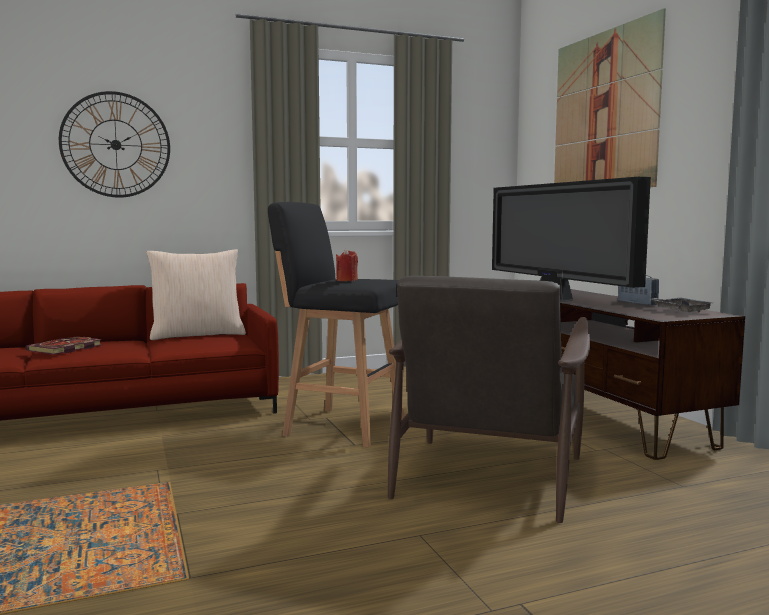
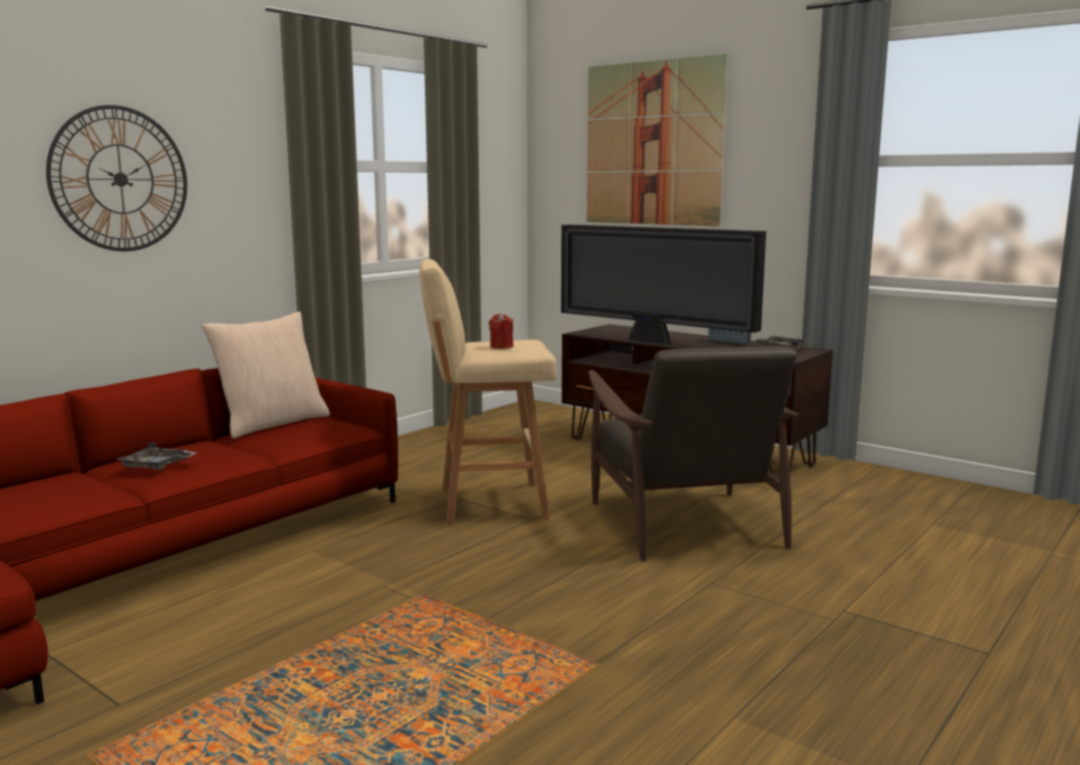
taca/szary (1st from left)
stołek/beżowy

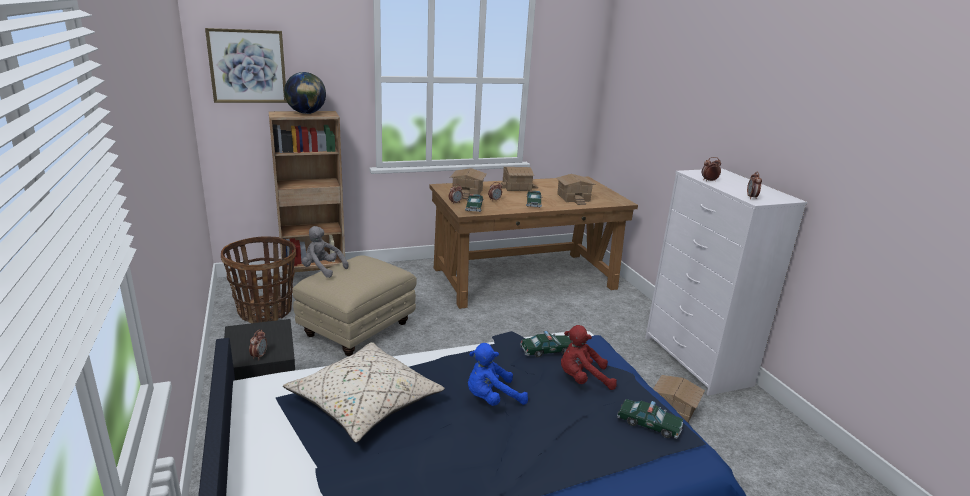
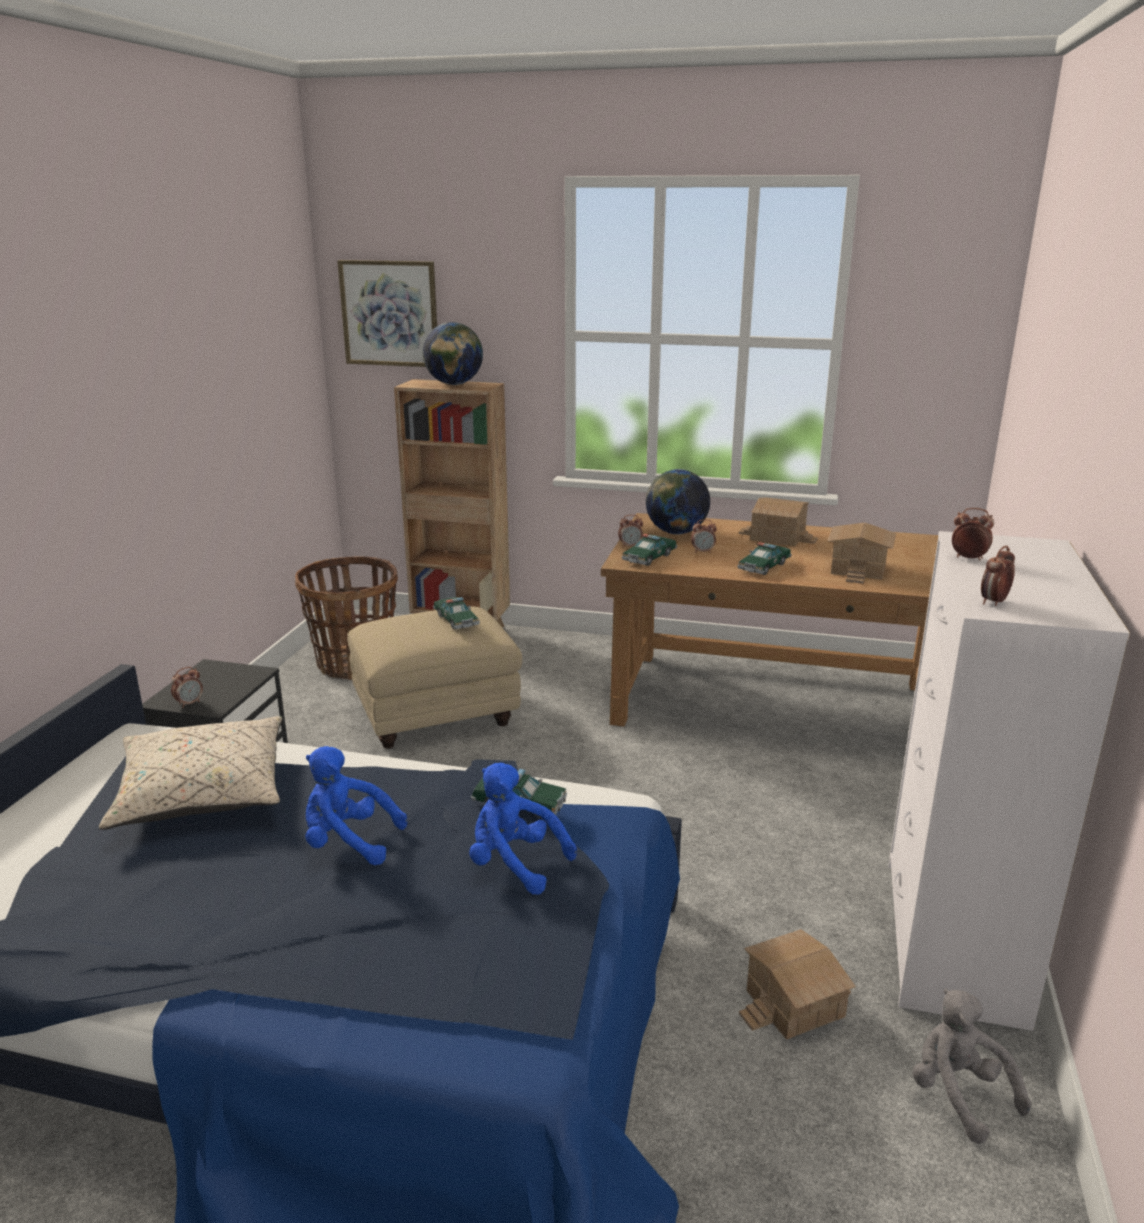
pluszak/szary
globus (2nd from left)
pluszak/niebieski (2nd from left)
samochodzik (1st from left)

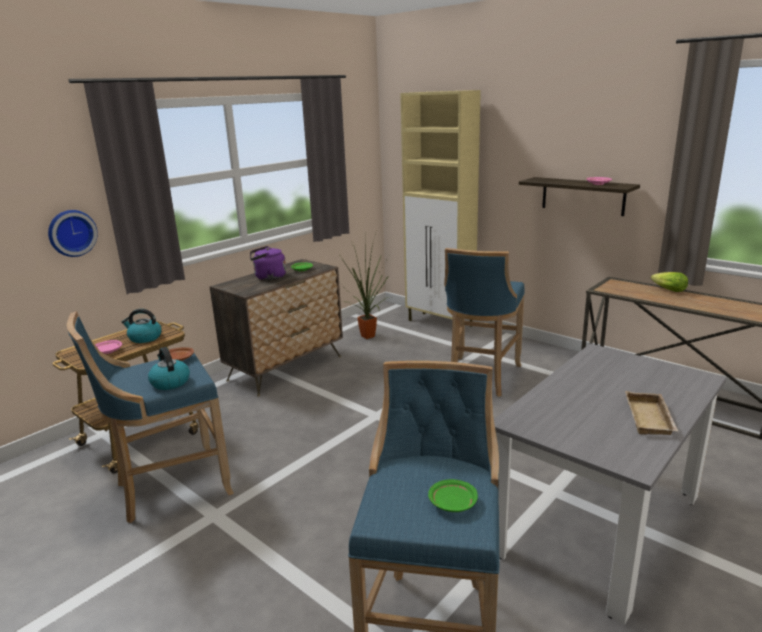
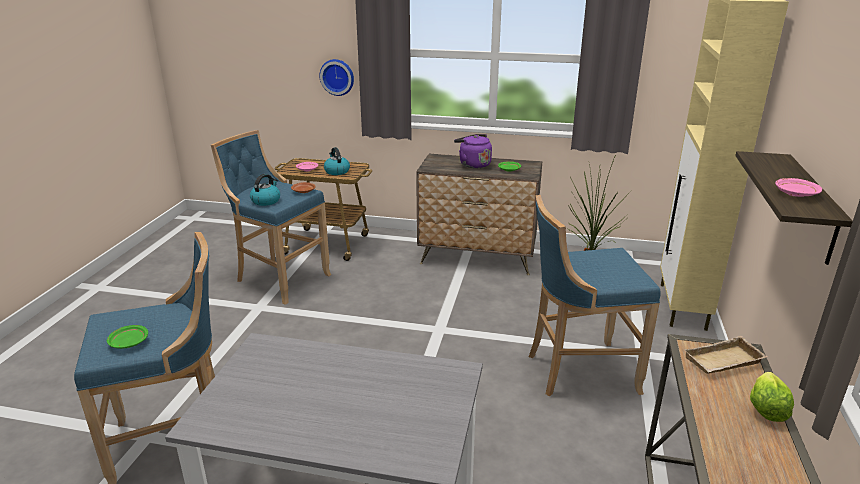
taca/beżowy

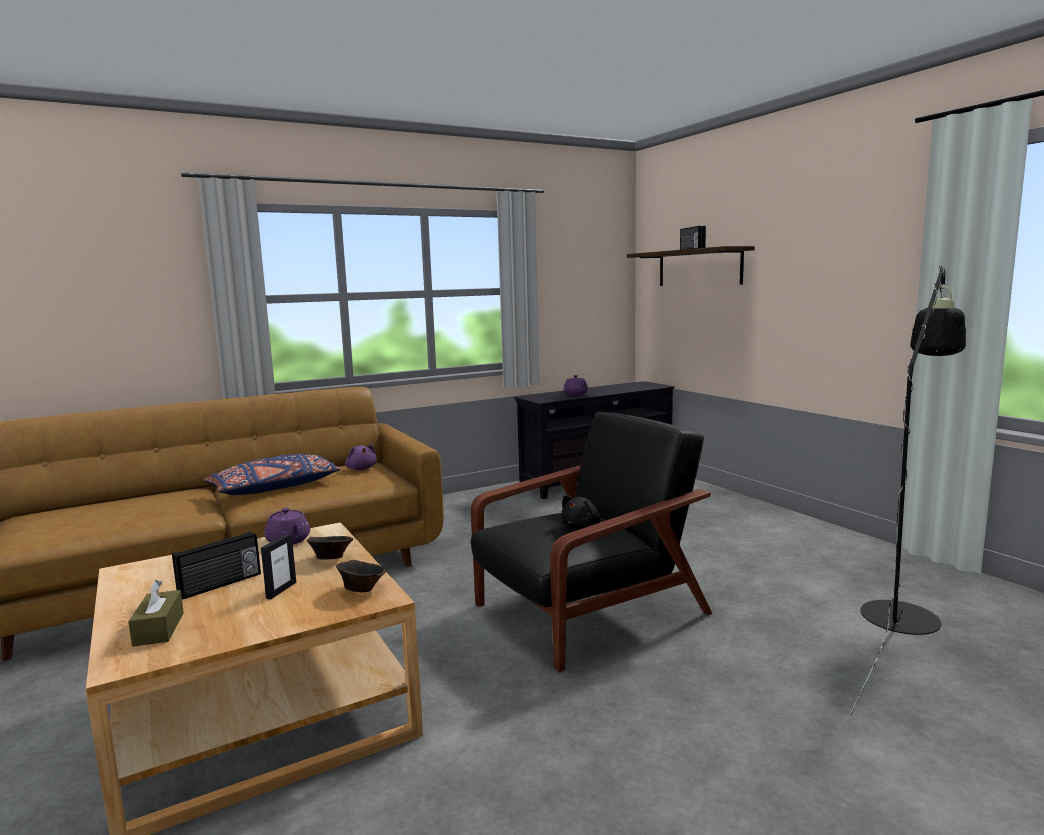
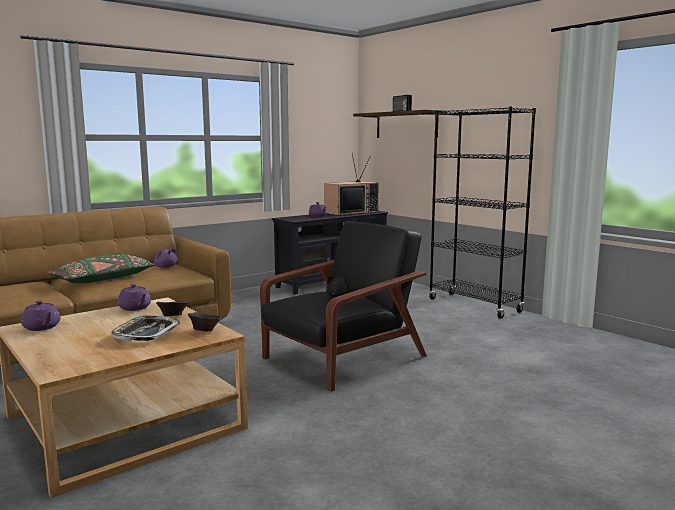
pudełko chusteczek/brązowy
radio (1st from left in the first image)
poduszka/zielony
taca
lampa stojąca/czarny
imbryk/fioletowy (1st from left)
telewizor
regał/czarny

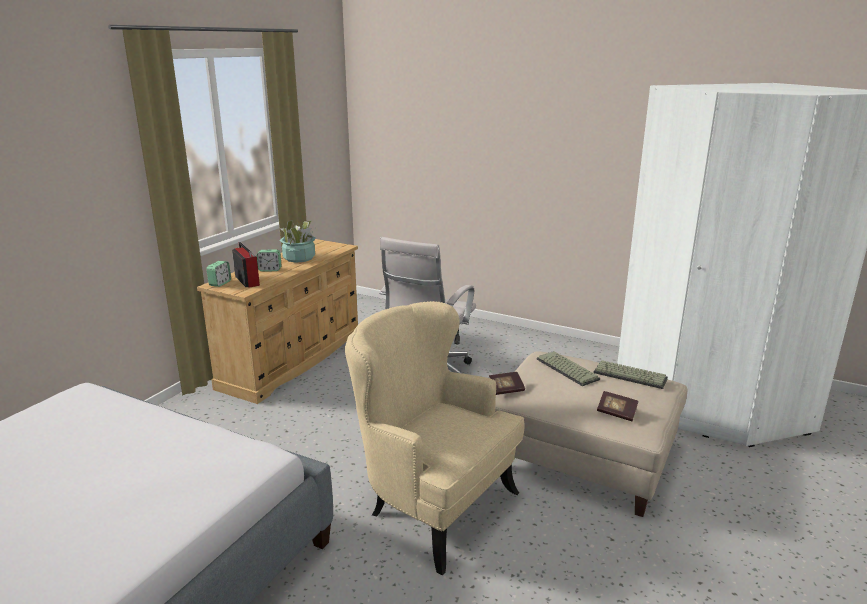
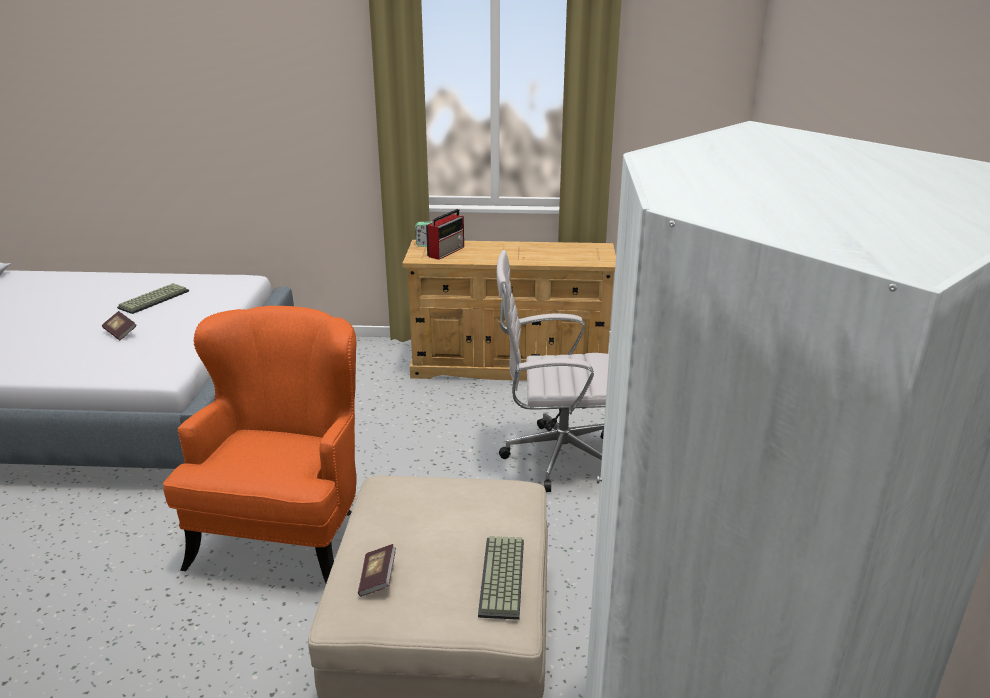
budzik (2nd from left in the first image)
roślina doniczkowa
fotel/pomarańczowy
książka (1st from left)
klawiatura (1st from left)

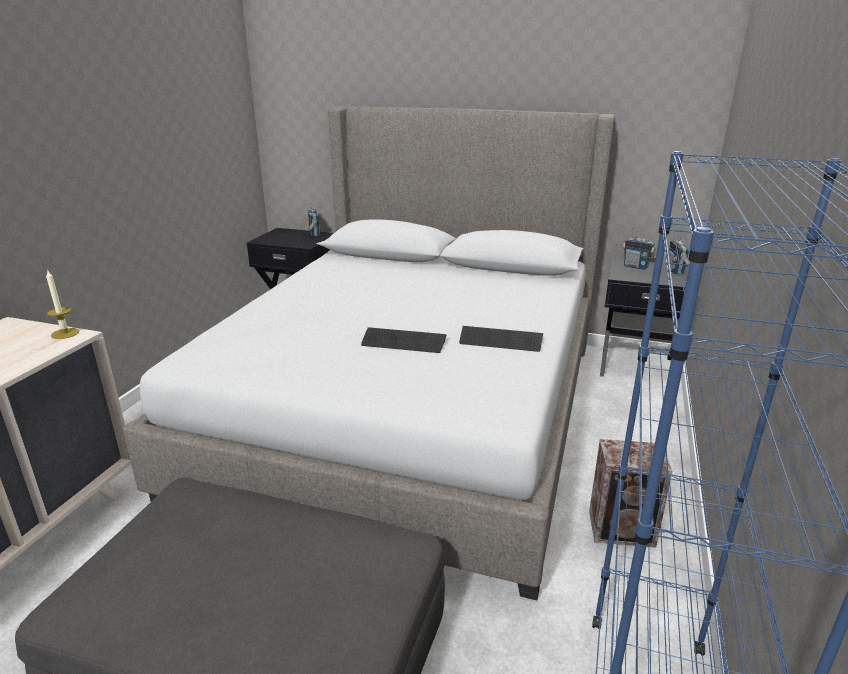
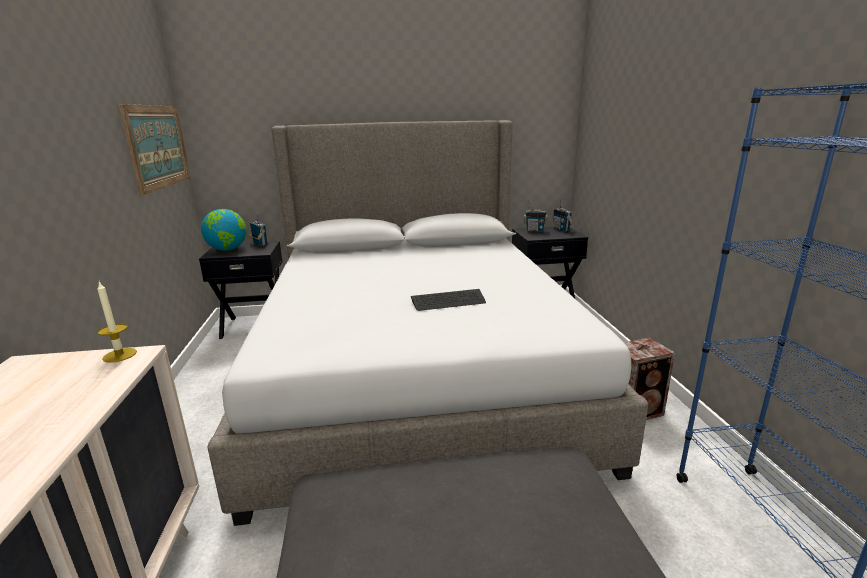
klawiatura (2nd from left in the first image)
obraz
globus

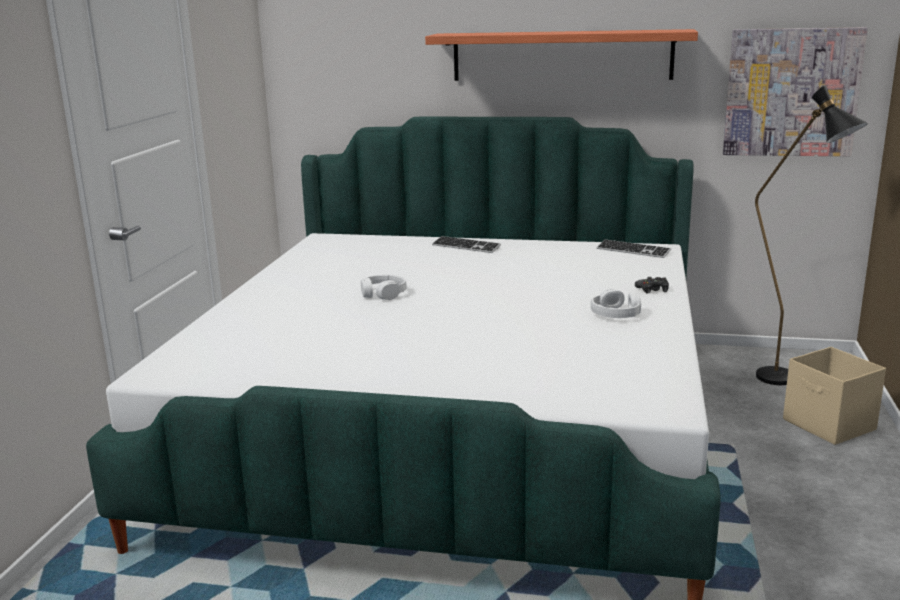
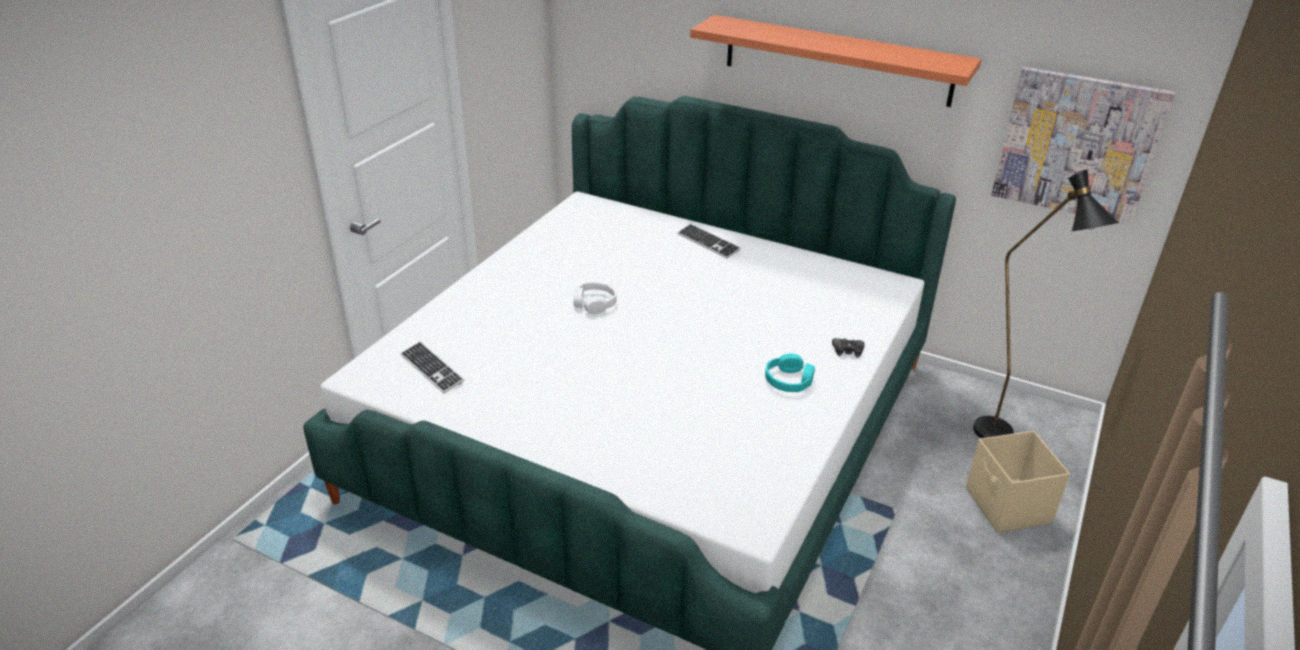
słuchawki/turkusowy
klawiatura (1st from left)

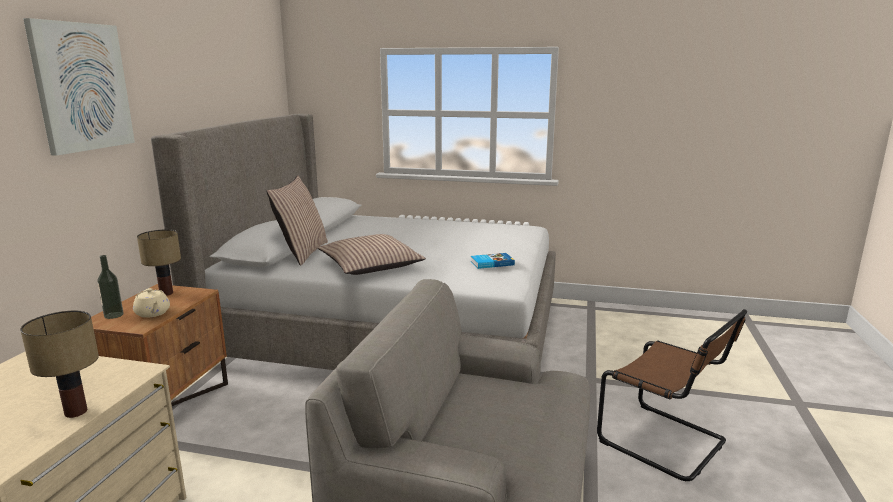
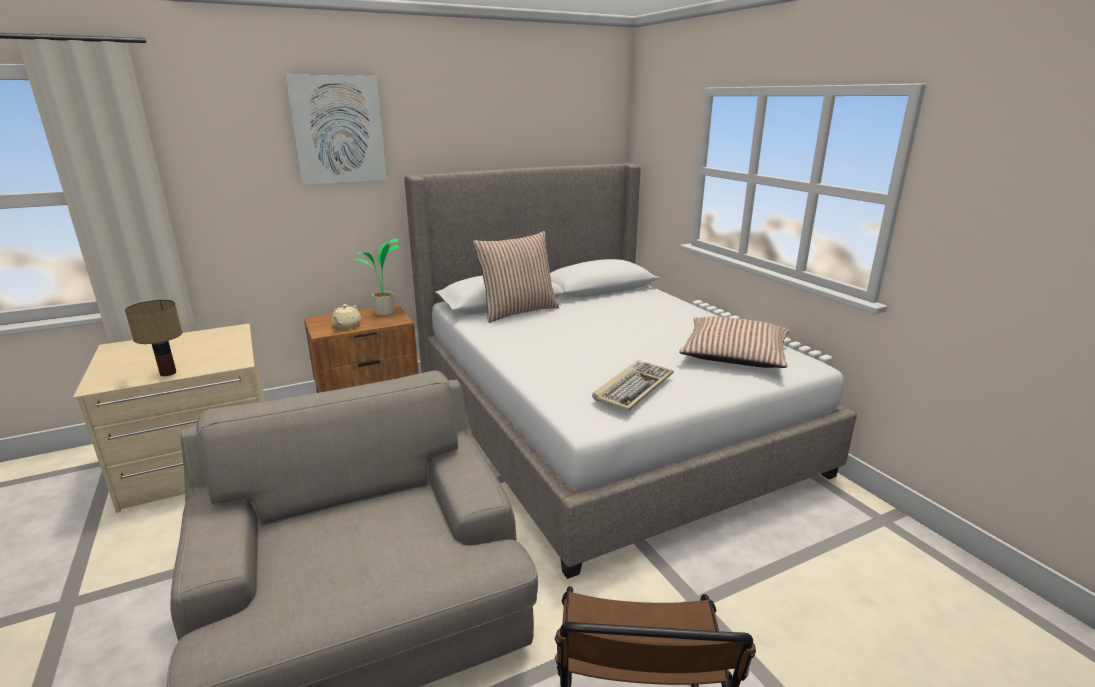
butelka
roślina doniczkowa
poduszka (2nd from left)
klawiatura

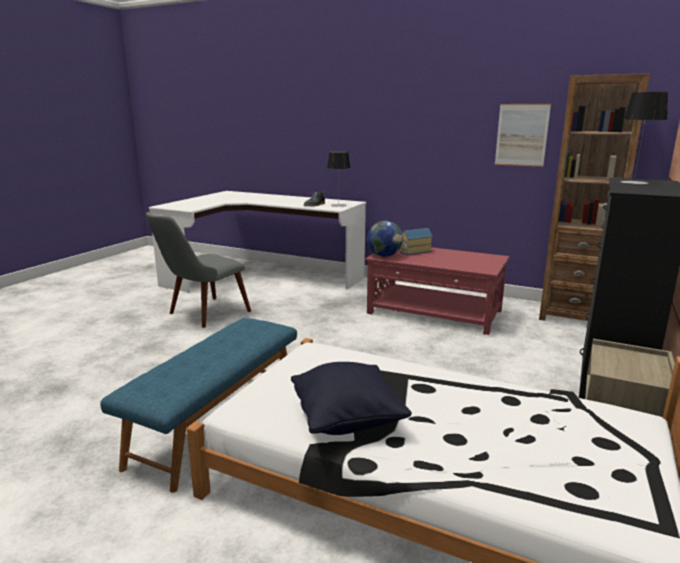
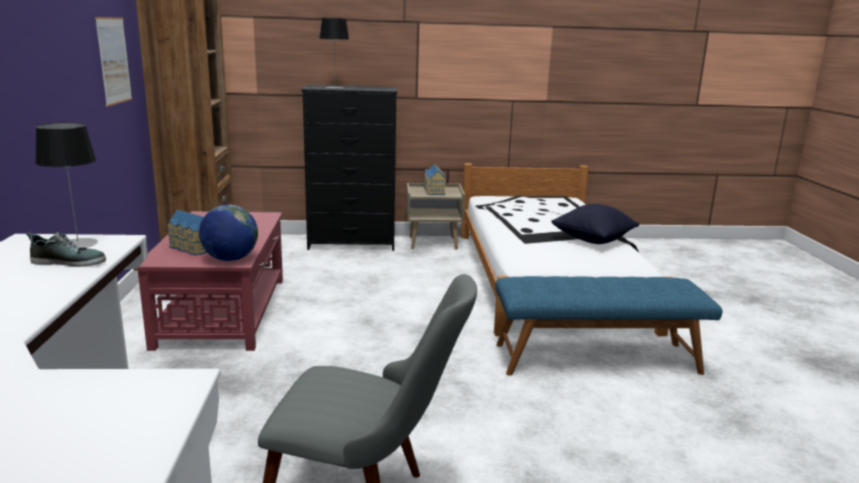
domek (2nd from left)

